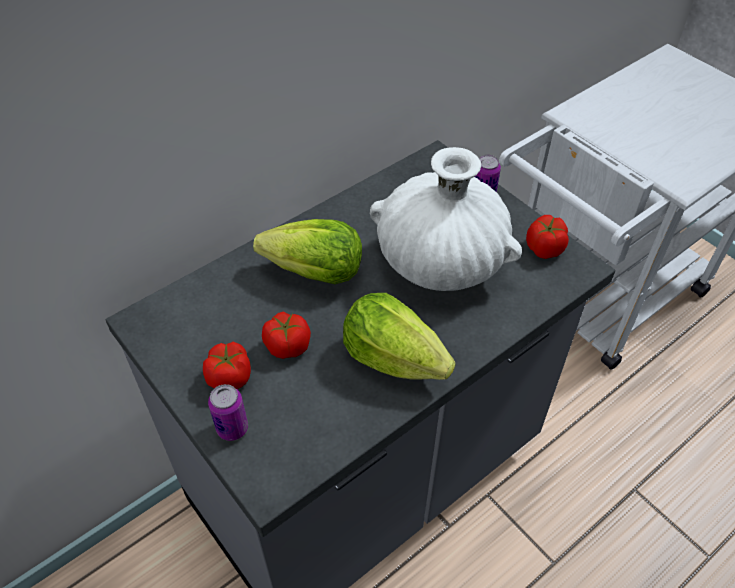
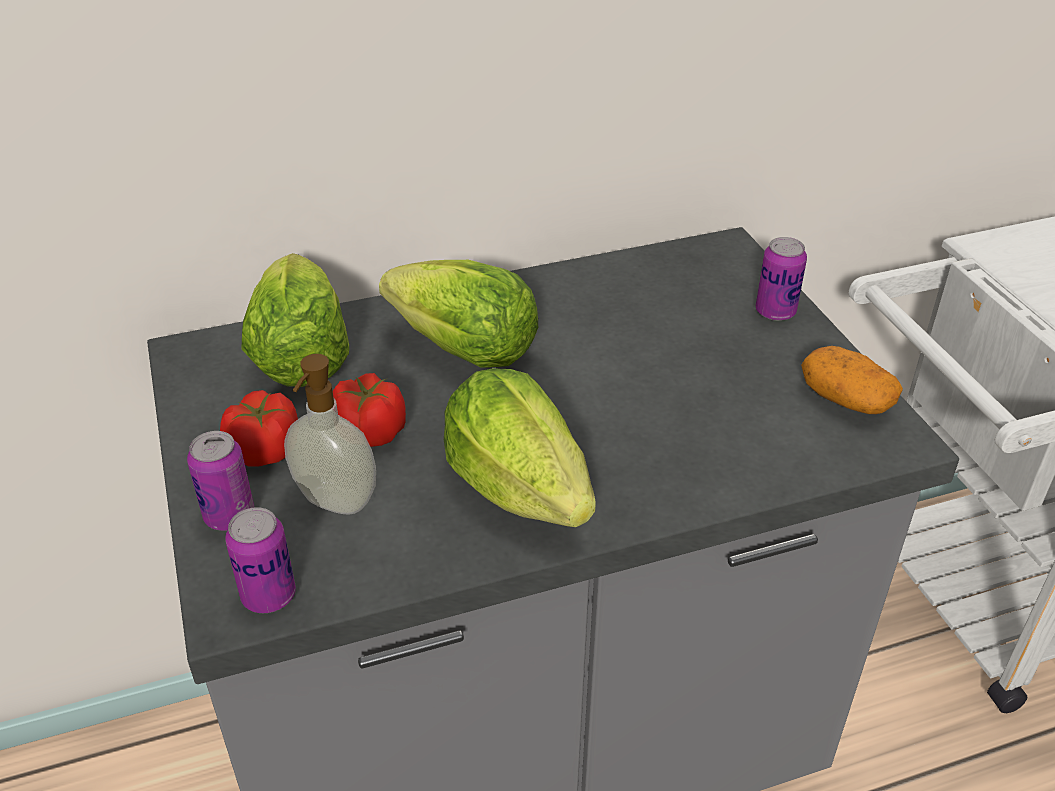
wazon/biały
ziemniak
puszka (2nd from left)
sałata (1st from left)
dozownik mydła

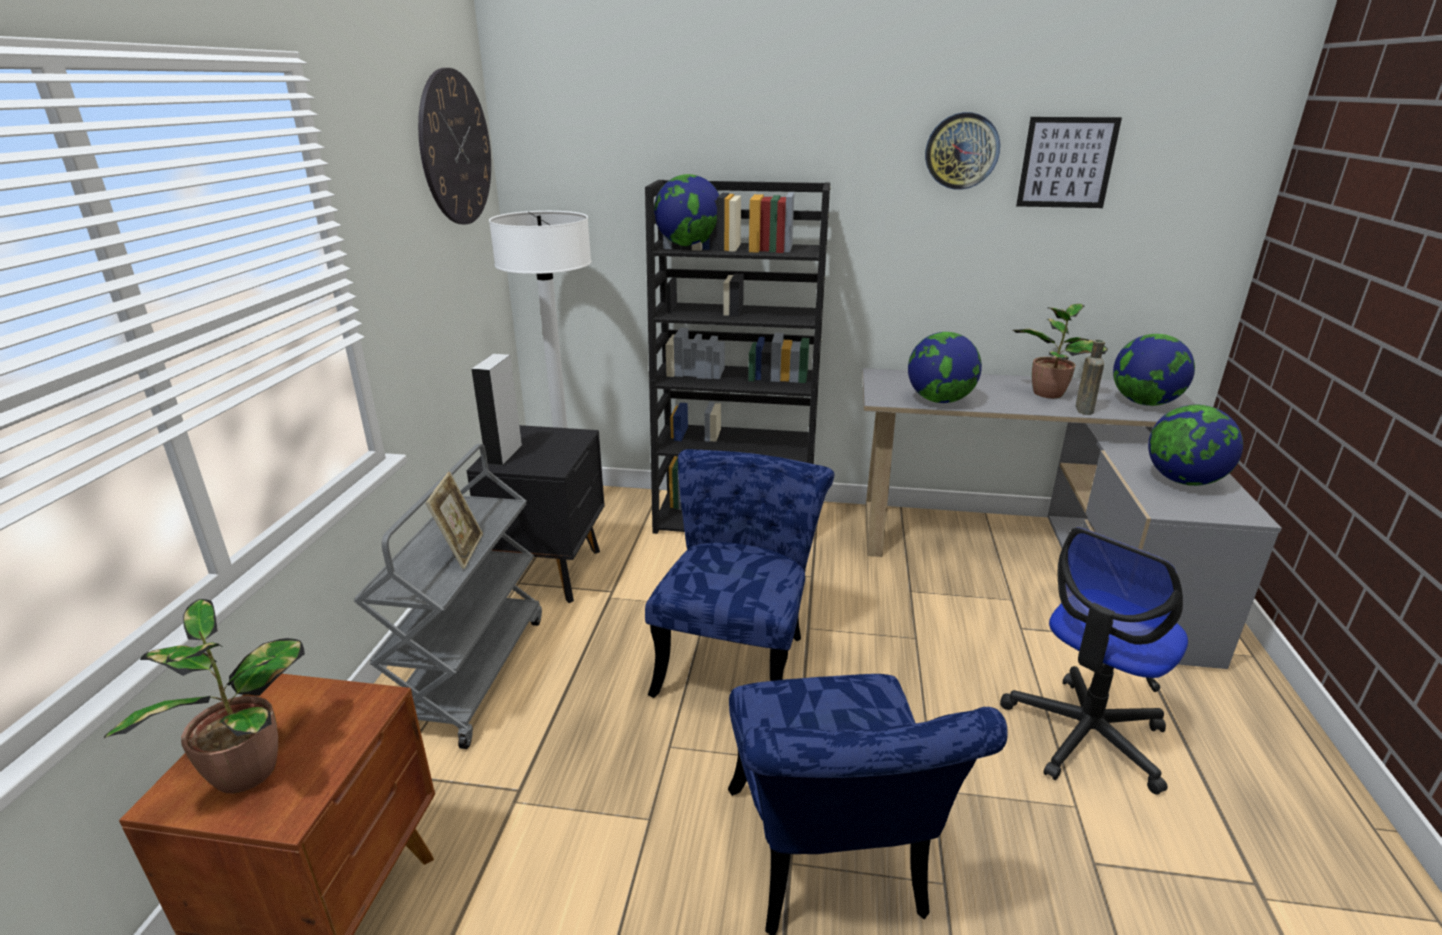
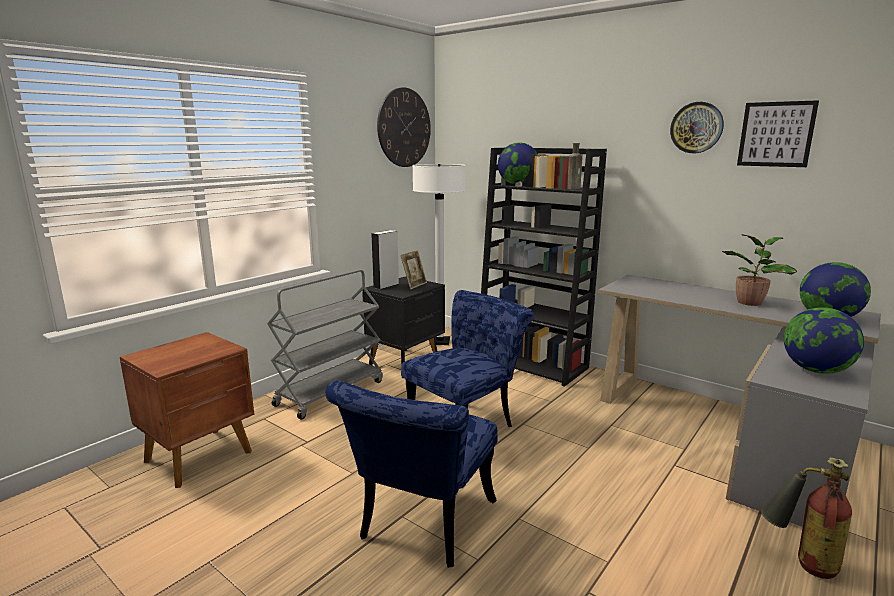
roślina doniczkowa (1st from left in the first image)
ramka na zdjęcie
globus (2nd from left in the first image)
krzesło biurowe
butelka/brązowy
gaśnica

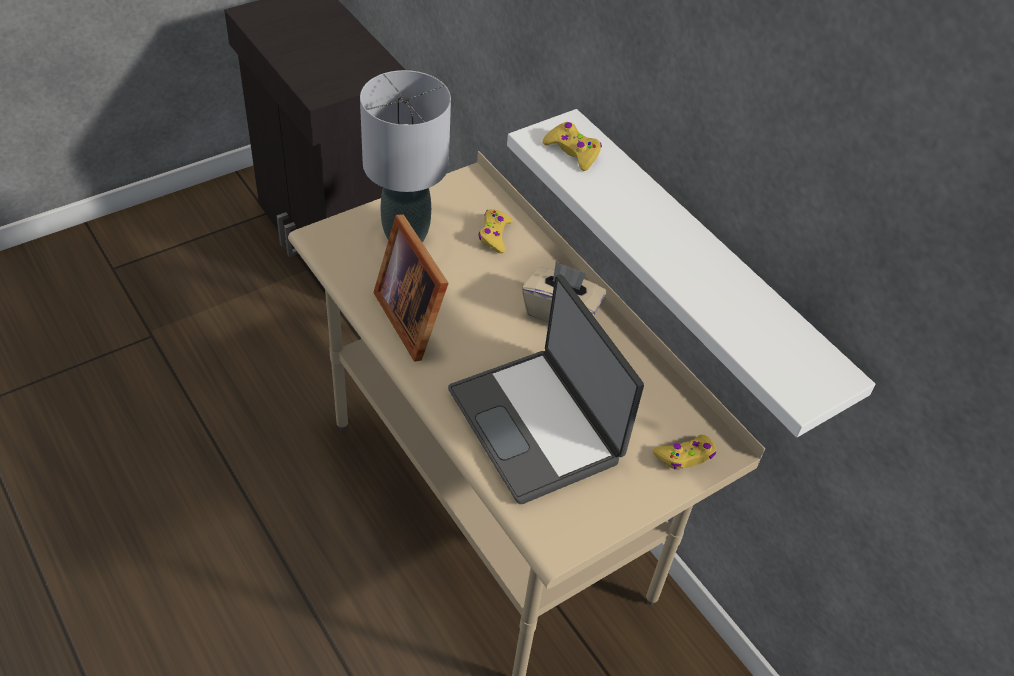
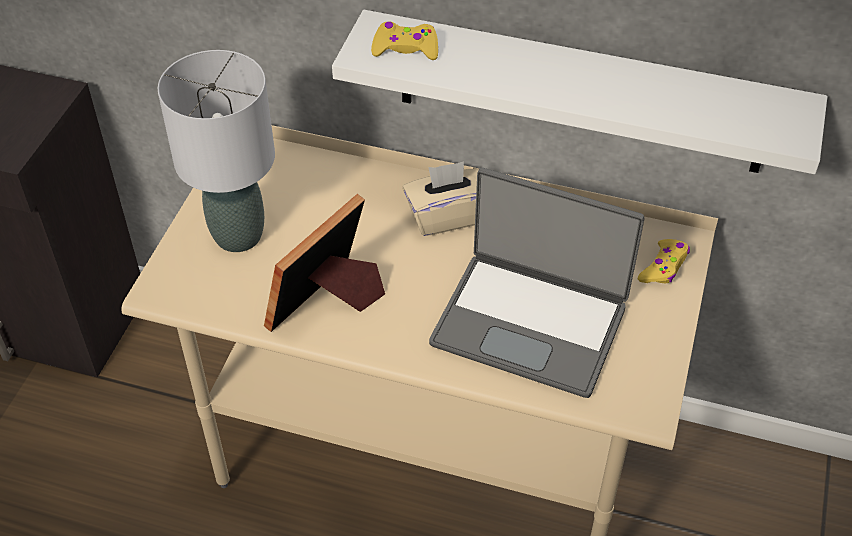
ramka na zdjęcie
pad do gier/żółty (1st from left in the first image)

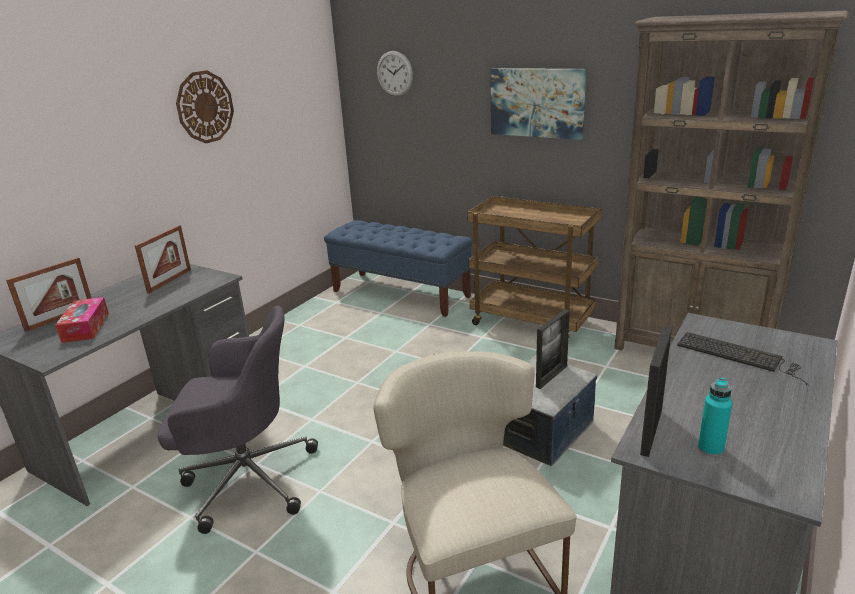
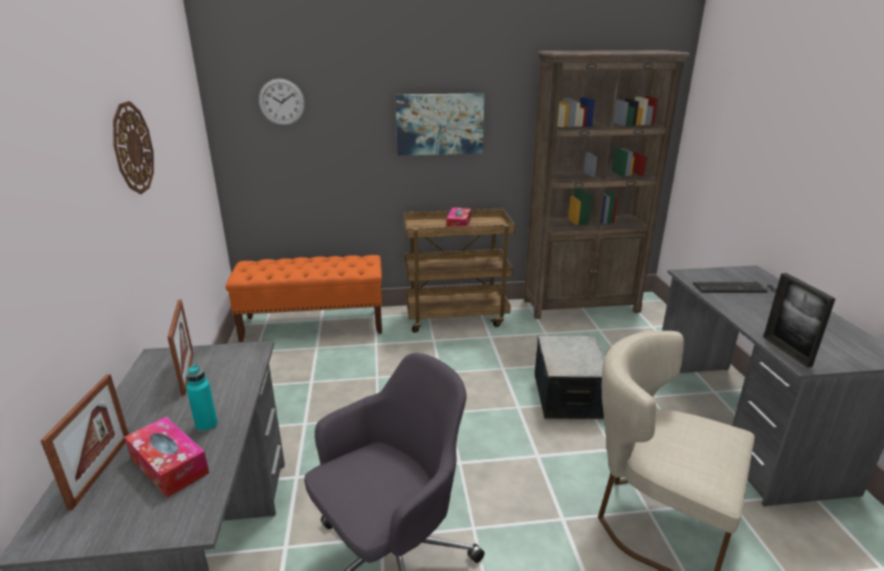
ławka/pomarańczowy
ramka na zdjęcie (3rd from left in the first image)
butelka/turkusowy
pudełko chusteczek (2nd from left)

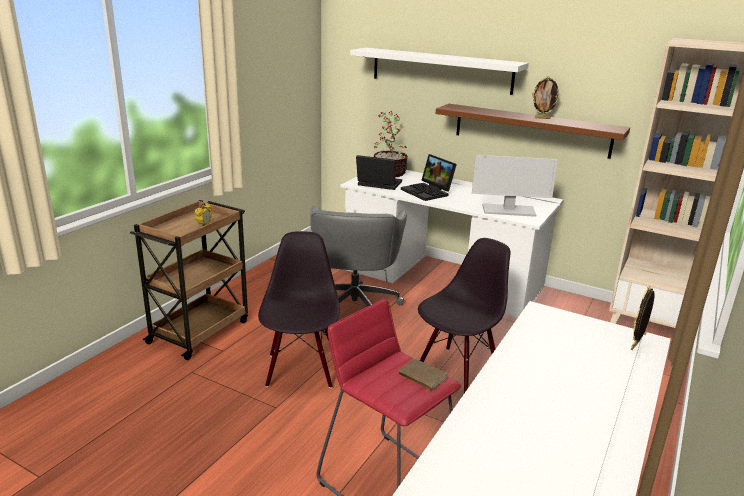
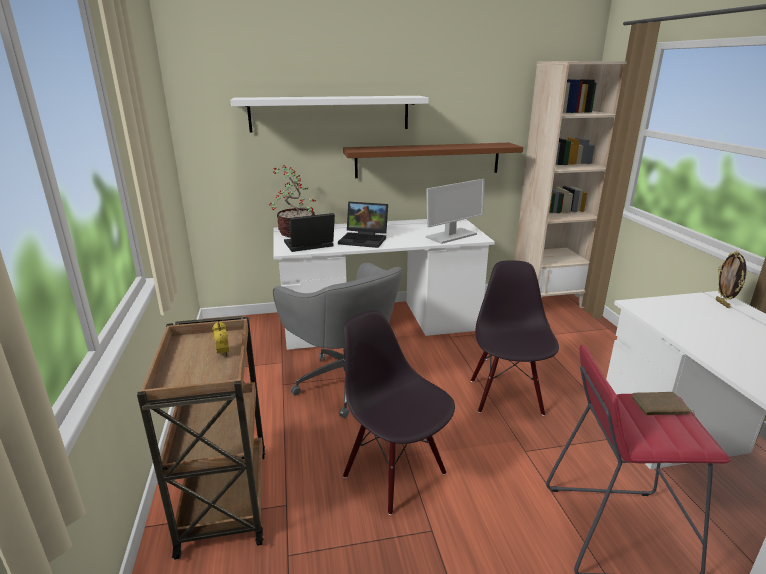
ramka na zdjęcie (1st from left in the first image)

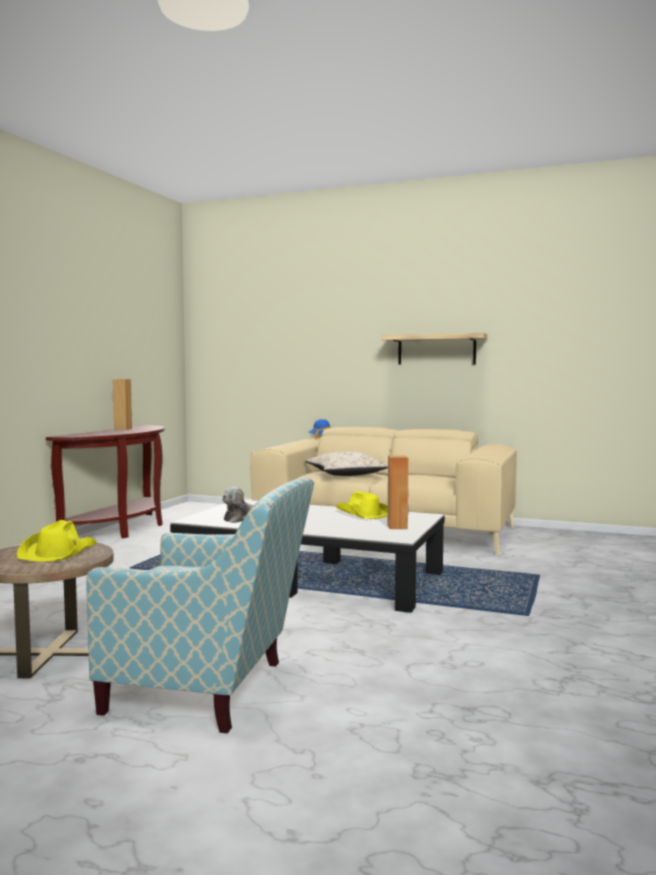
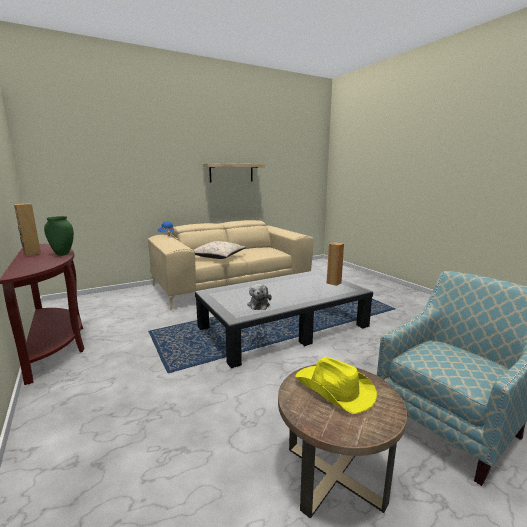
kapelusz/żółty (2nd from left in the first image)
wazon/zielony

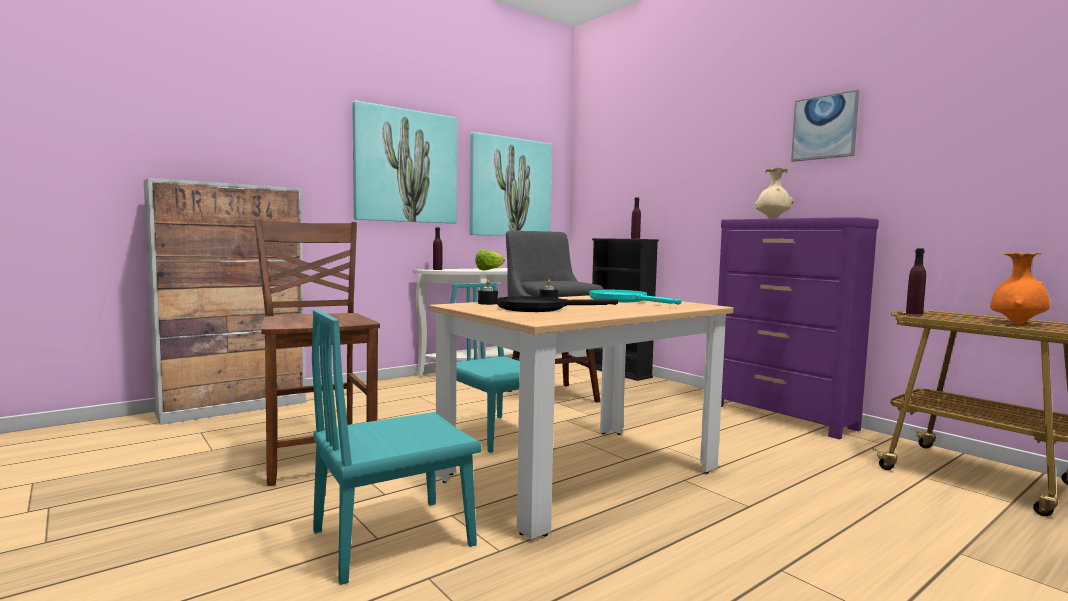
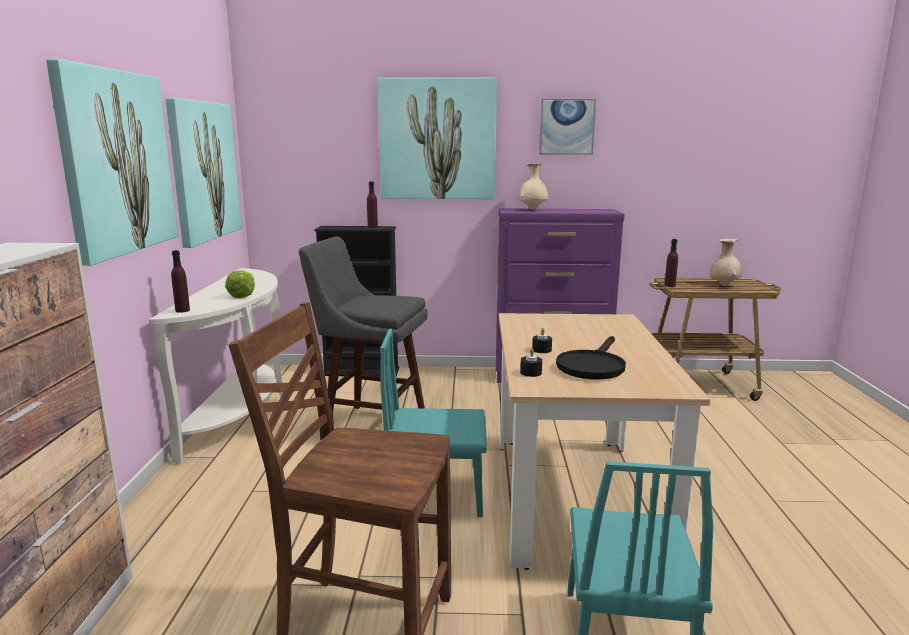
patelnia/turkusowy
wazon/beżowy (2nd from left)
obraz (3rd from left)

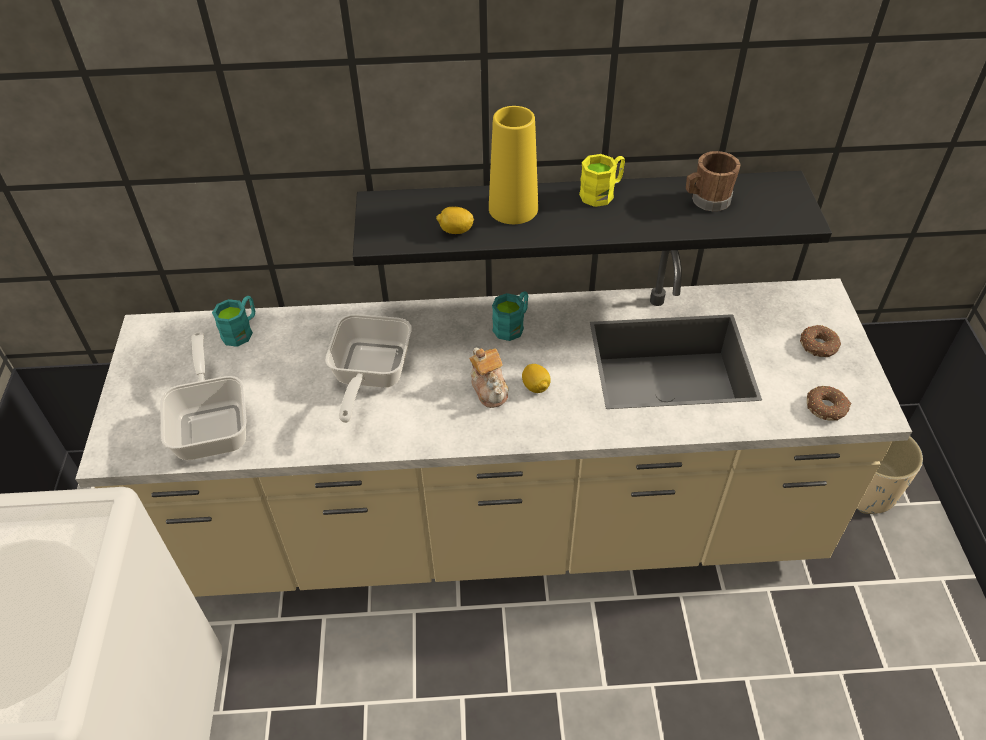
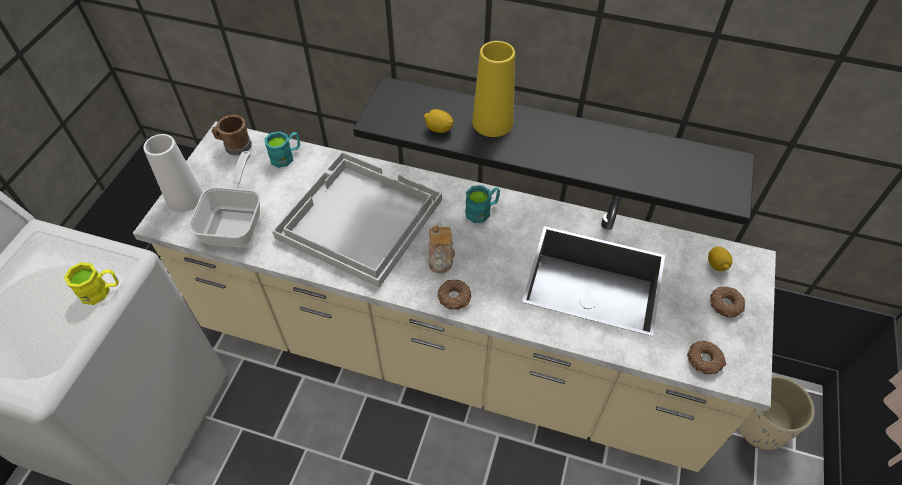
taca/biały
cytryna (2nd from left)
kubek/żółty
kubek/brązowy
wazon/biały
donut (1st from left)

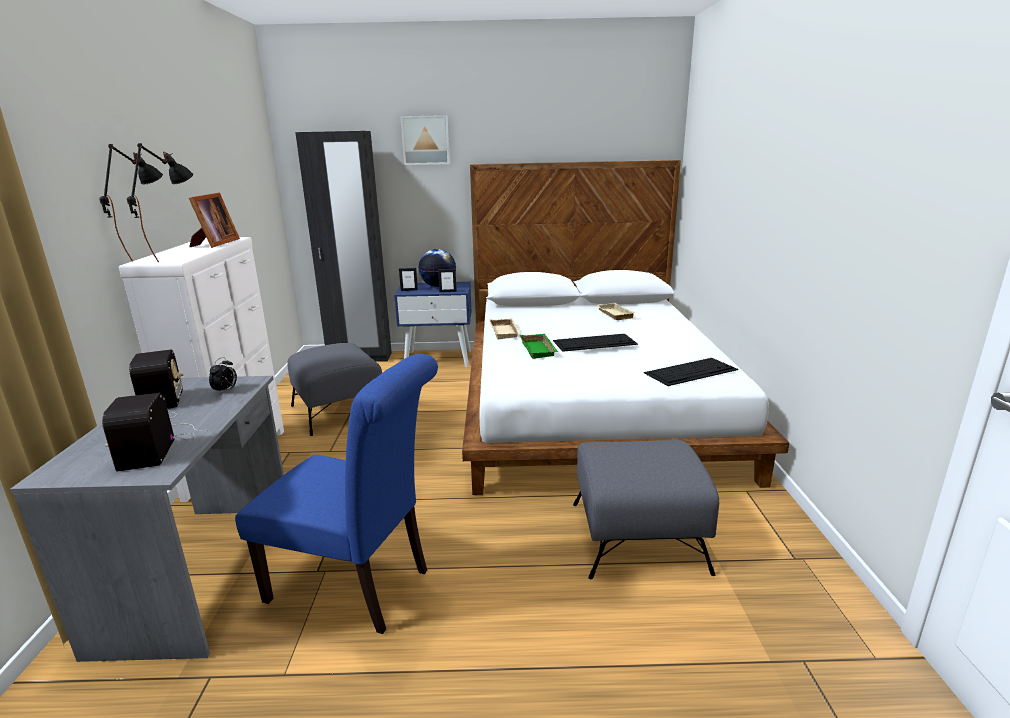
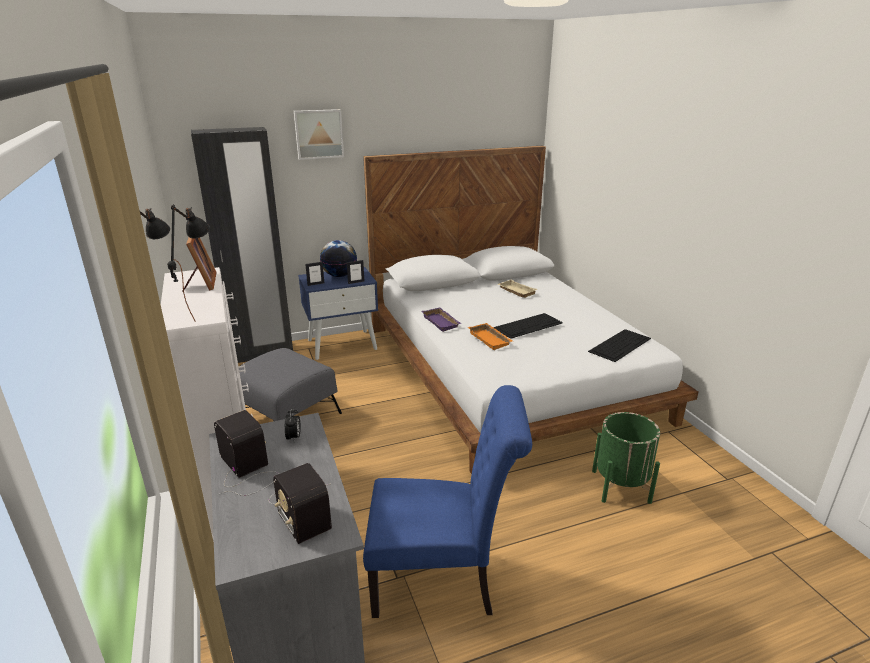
taca/fioletowy
taca/pomarańczowy
donica/zielony

